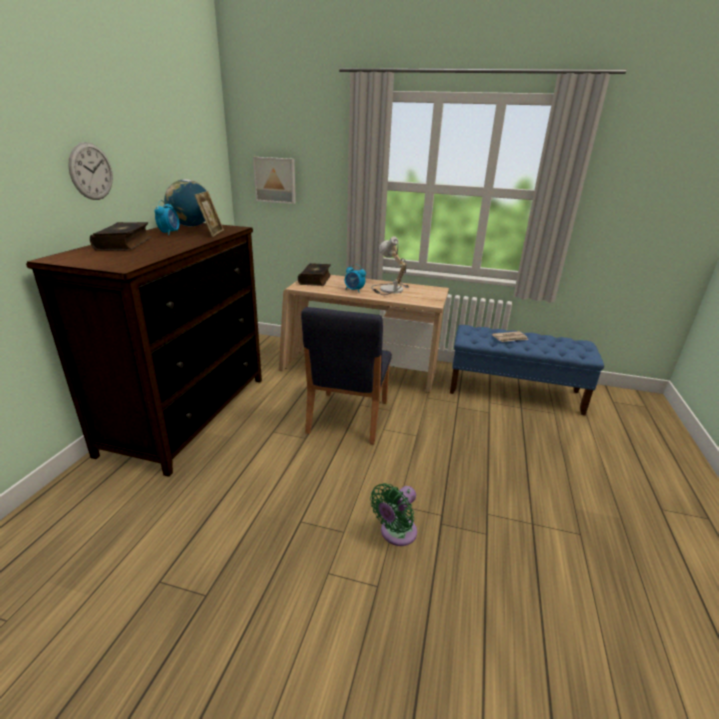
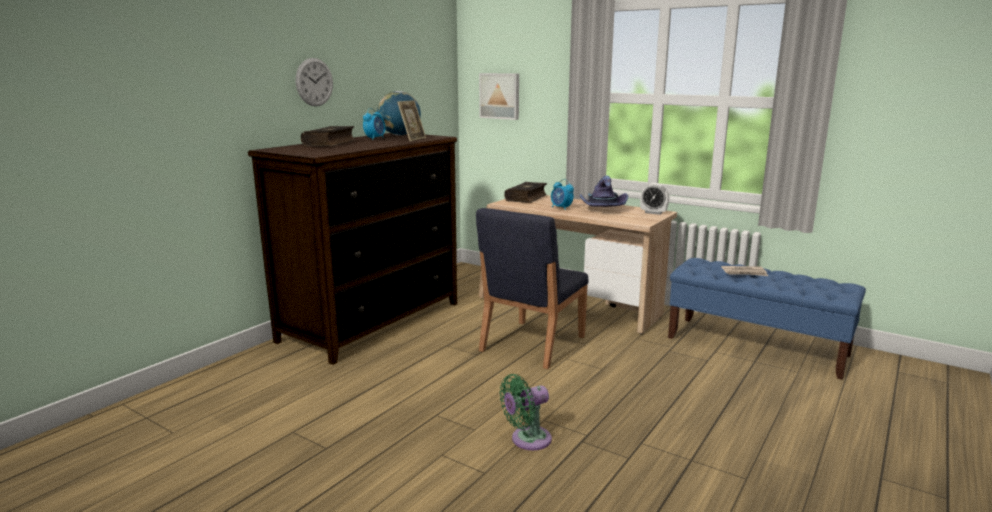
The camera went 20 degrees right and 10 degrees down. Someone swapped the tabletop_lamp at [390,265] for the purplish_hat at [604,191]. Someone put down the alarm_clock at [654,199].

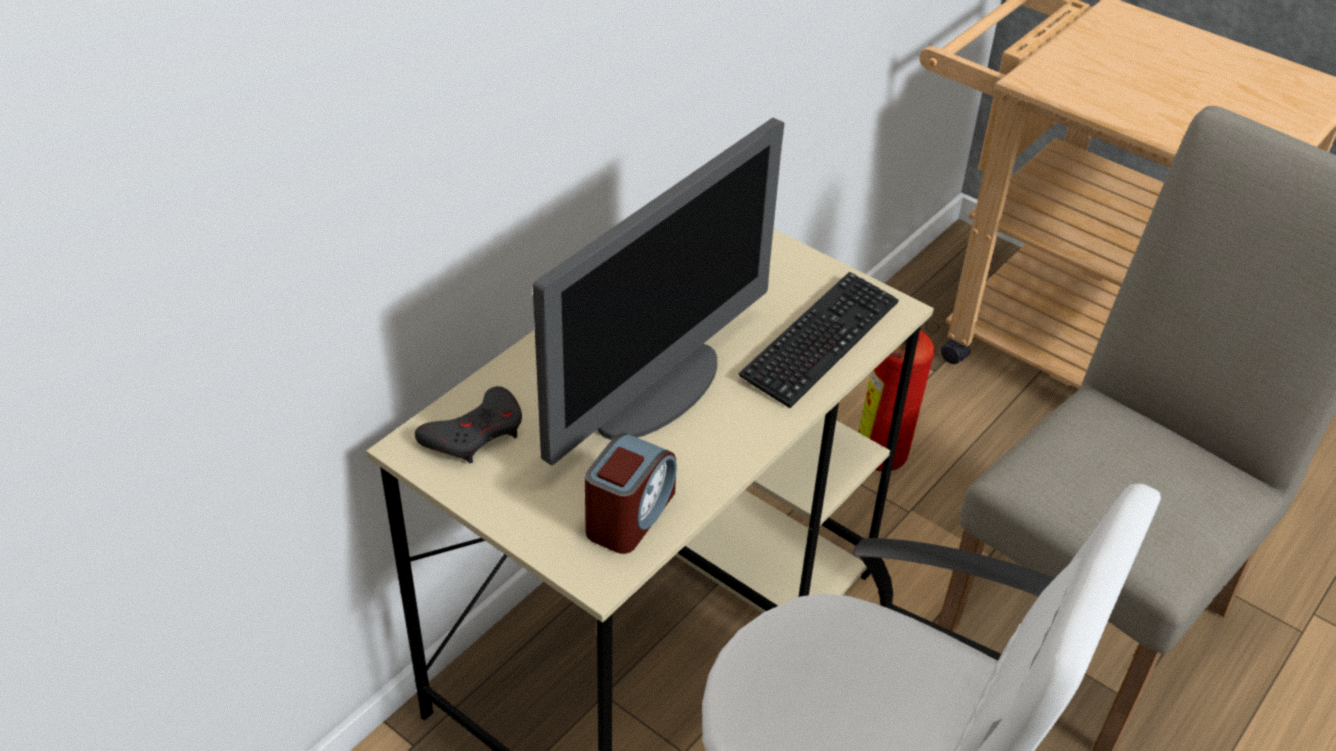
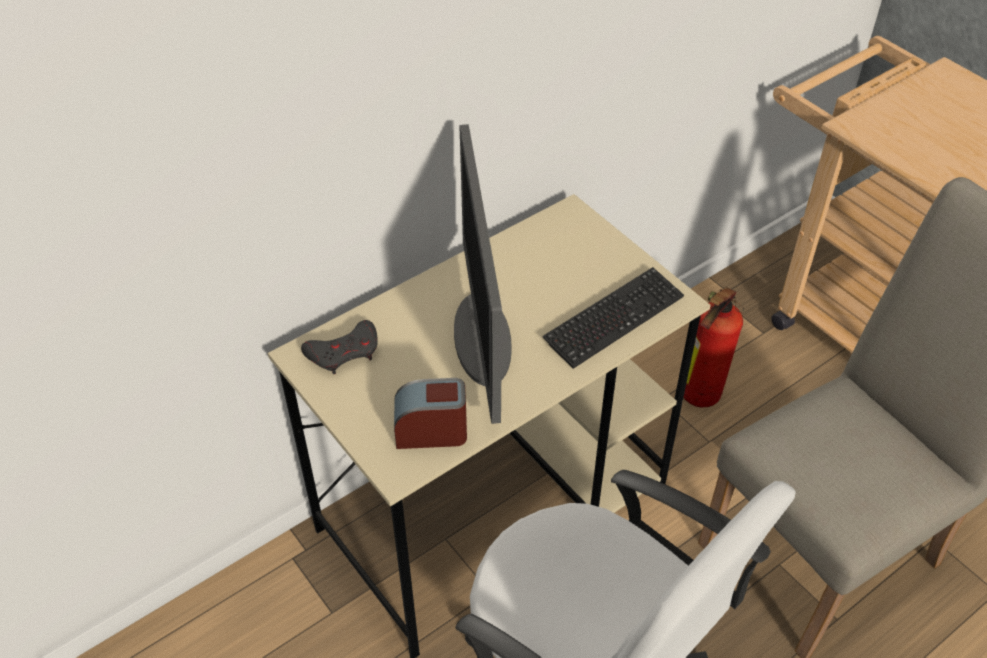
The camera went 15 degrees right and 5 degrees up. Someone rotated the alarm_clock at [631,493] by 135 degrees counterclockwise. Someone rotated the monitor at [658,291] by 120 degrees clockwise.

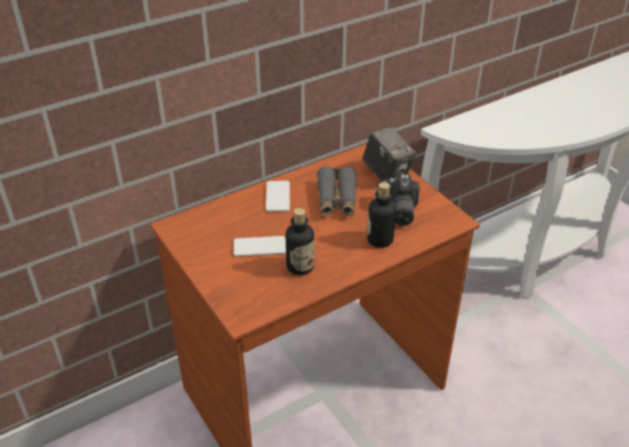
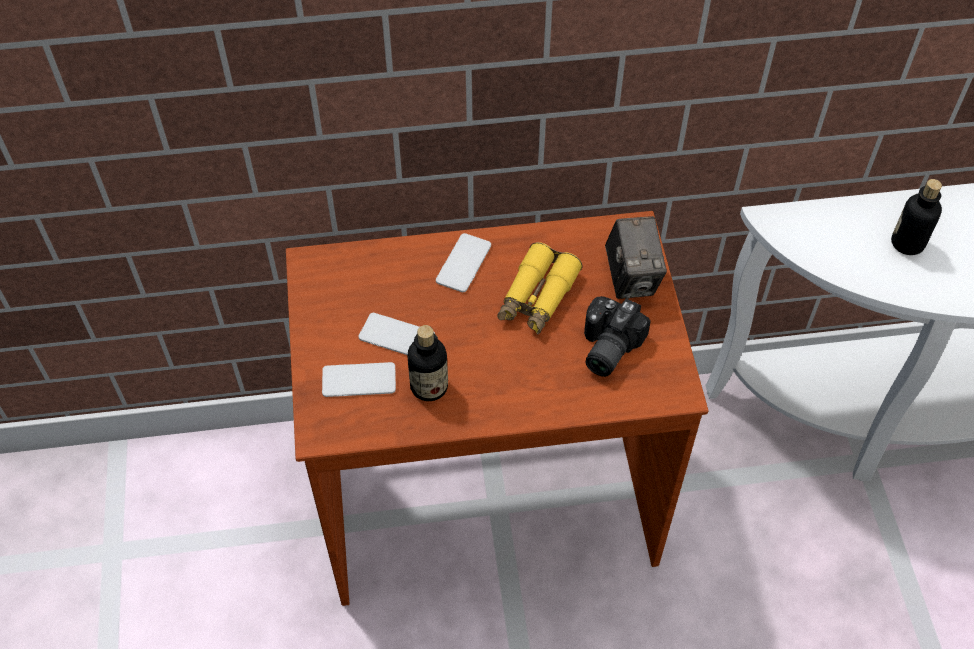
The camera went 25 degrees right and 15 degrees up. Someone put down the telephone at [359,379]. Someone repainted the grey_pair_of_binoculars at [337,191], which became the yellowish_pair_of_binoculars at [540,288]. Someone carried the drink_bottle from [381,215] to [916,217].

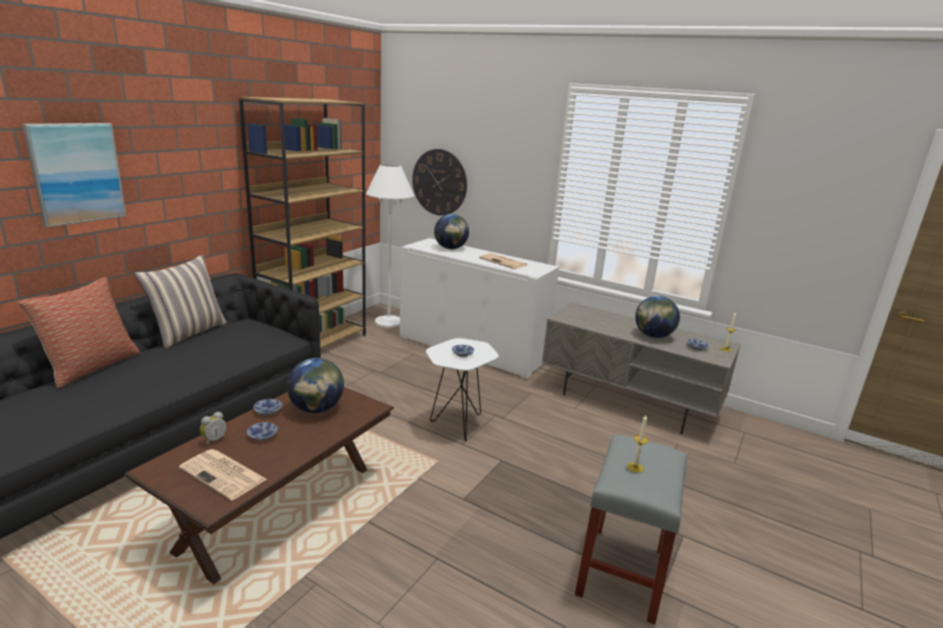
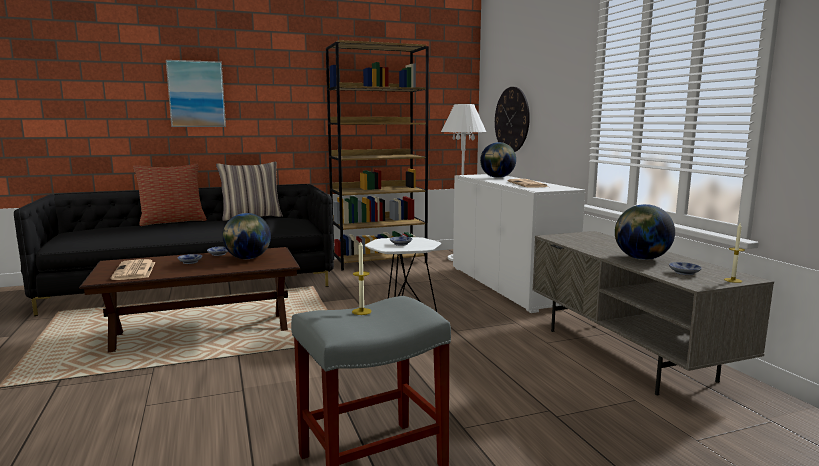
The camera went 40 degrees right and 10 degrees down. Someone took away the alarm_clock at [213,429].

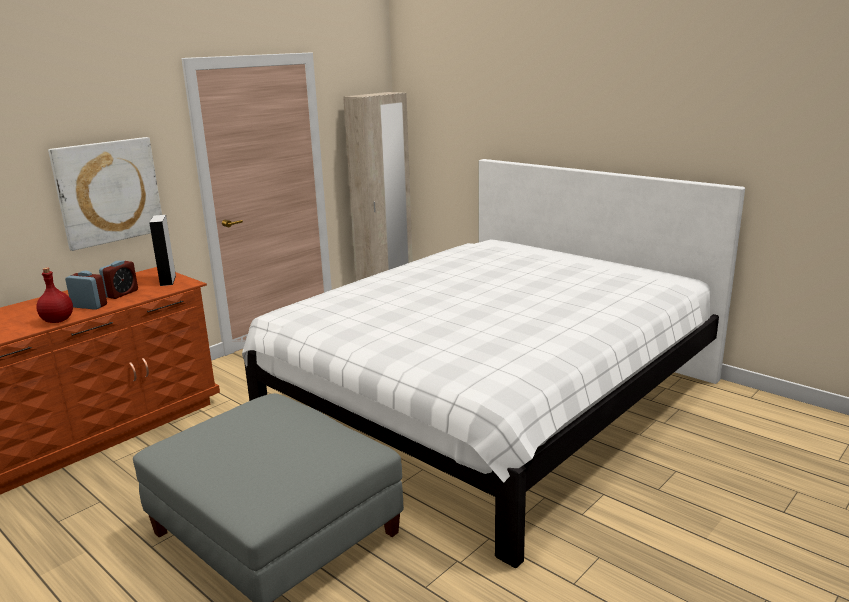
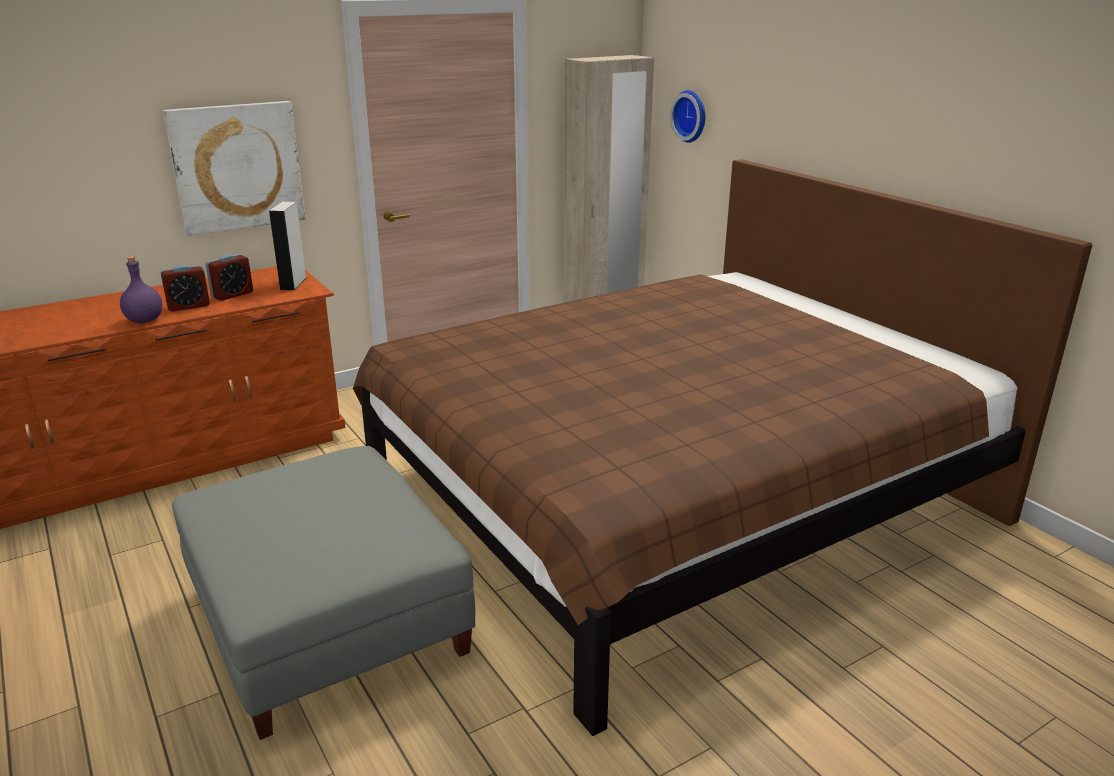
The camera went 15 degrees right and 5 degrees up. Someone repainted the red-coloured_drink_bottle at [54,295], which became the purplish_drink_bottle at [141,289]. Someone rotated the alarm_clock at [86,290] by 120 degrees clockwise. Someone repainted the white-coloured_bedroom_bed at [493,363], which became the brownish_bedroom_bed at [722,447]. Someone put up the clock_on_the_wall at [687,116].

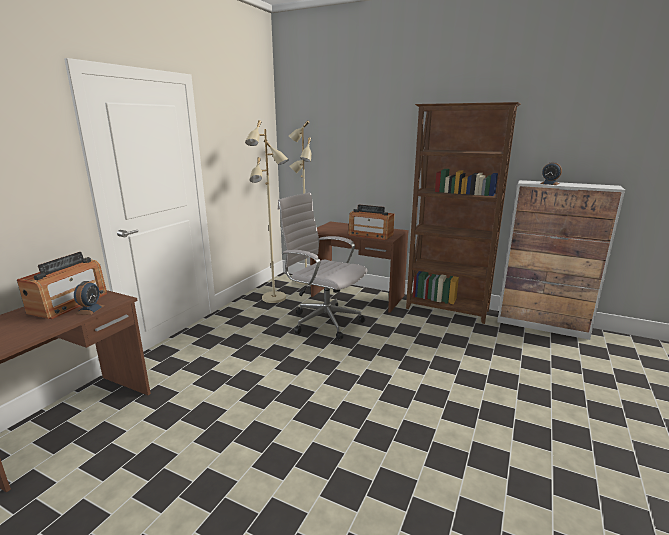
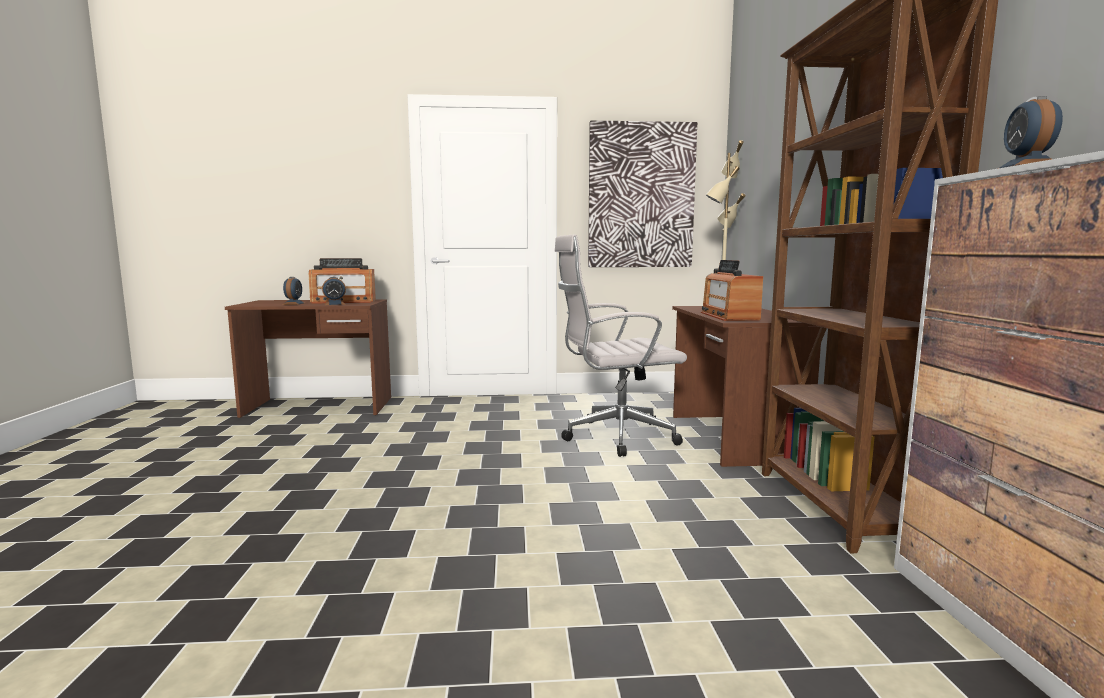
The camera went 60 degrees right and 10 degrees down. Someone put down the alarm_clock at [293,291]. Someone rotated the white-coloured_computer_chair at [323,266] by 105 degrees counterclockwise. Someone put up the wall_picture at [642,193]. Someone took away the beige_floor_lamp at [267,211].

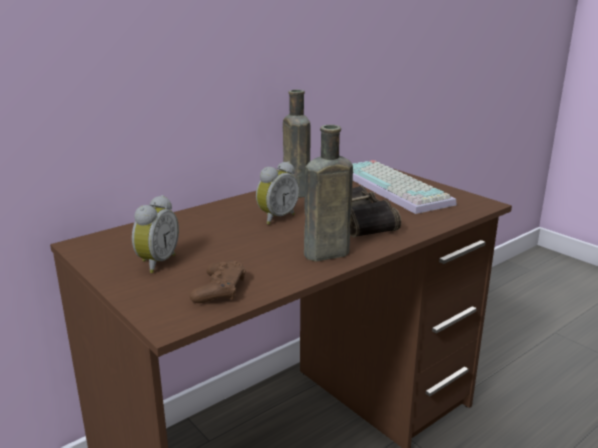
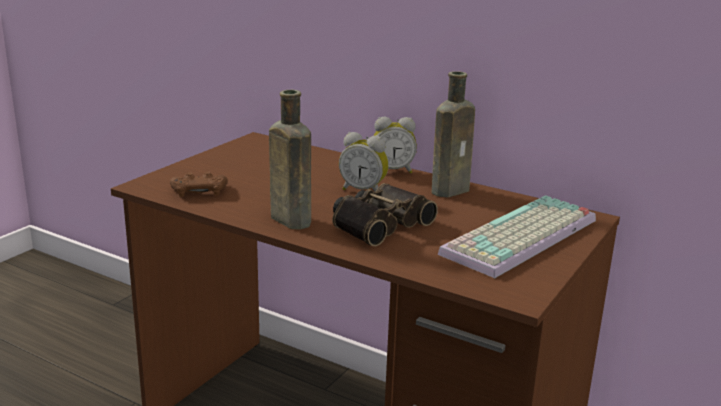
The camera went 70 degrees right and 0 degrees up. Someone carried the alarm_clock from [155,234] to [395,145].

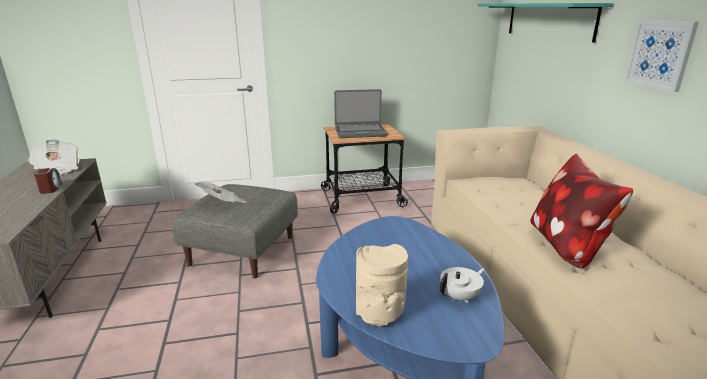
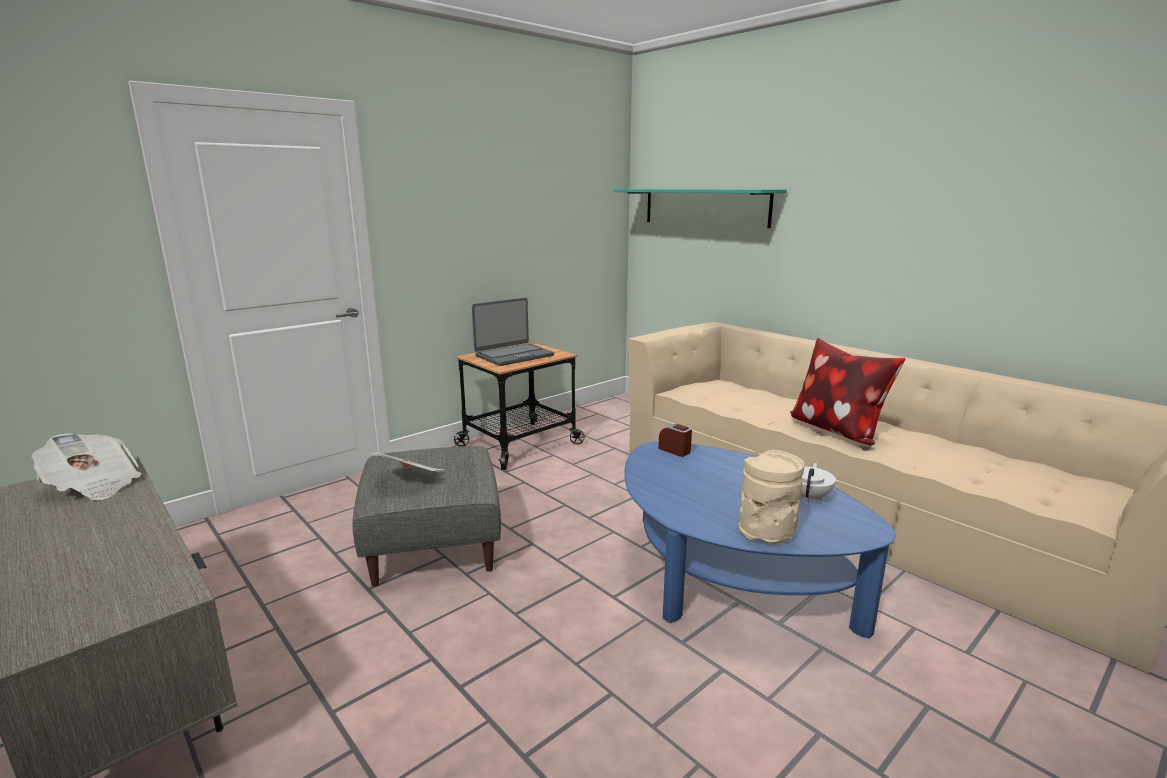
The camera went 30 degrees left and 5 degrees down. Someone carried the alarm_clock from [48,181] to [675,440]. Someone took away the wall_picture at [661,56].

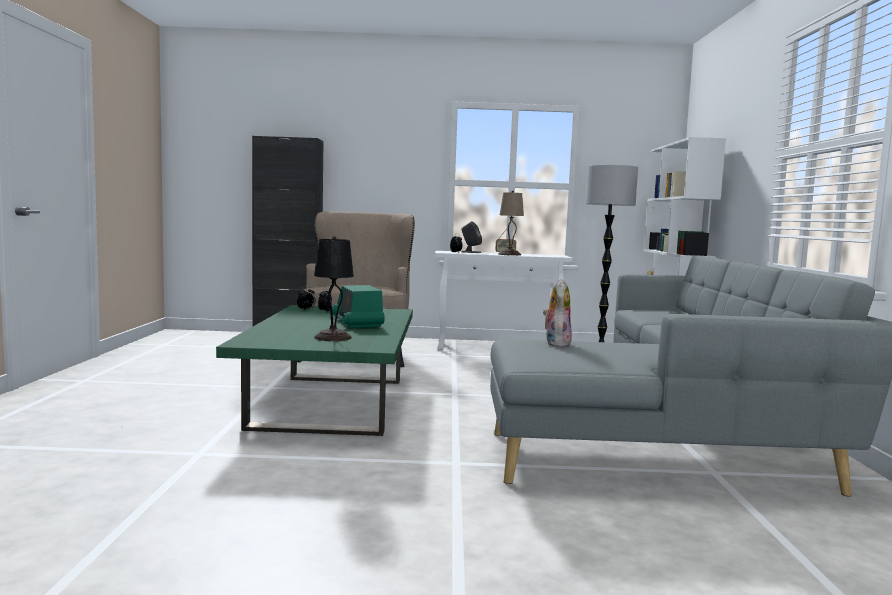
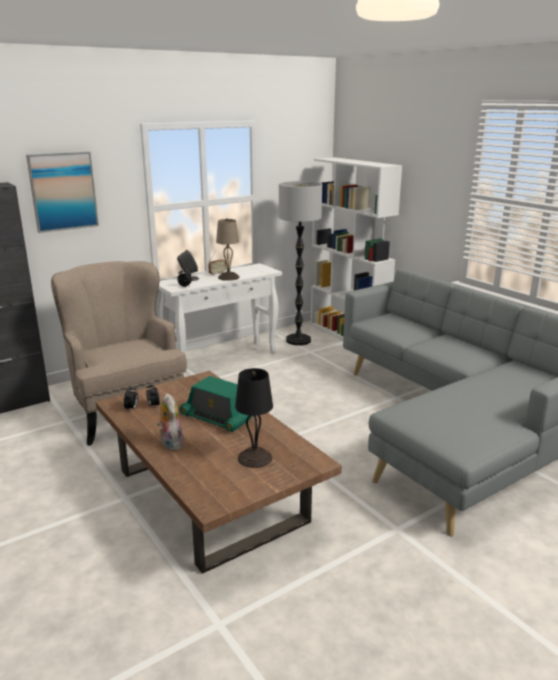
The camera went 35 degrees left and 15 degrees up. Someone put up the wall_picture at [62,192]. Someone repainted the green-coloured_low_table at [314,370], which became the brownish_low_table at [219,472]. Someone carried the cuddly_toy from [557,312] to [170,422].

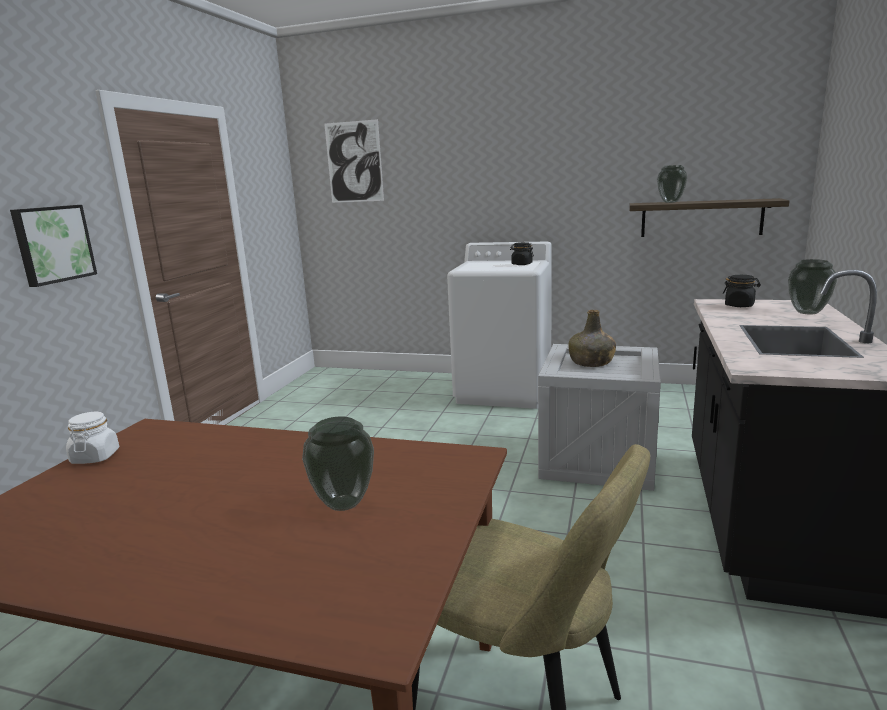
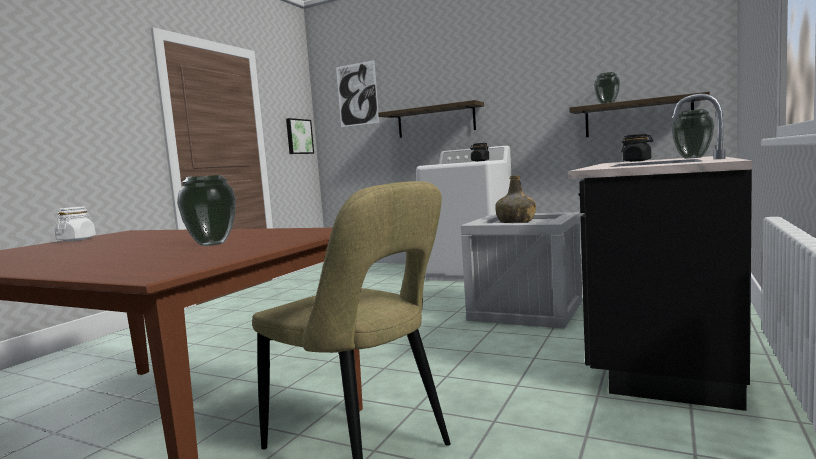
The camera went 10 degrees right and 10 degrees down. Someone carried the wall_picture from [53,246] to [300,136]. Someone put up the shelf at [431,119].

